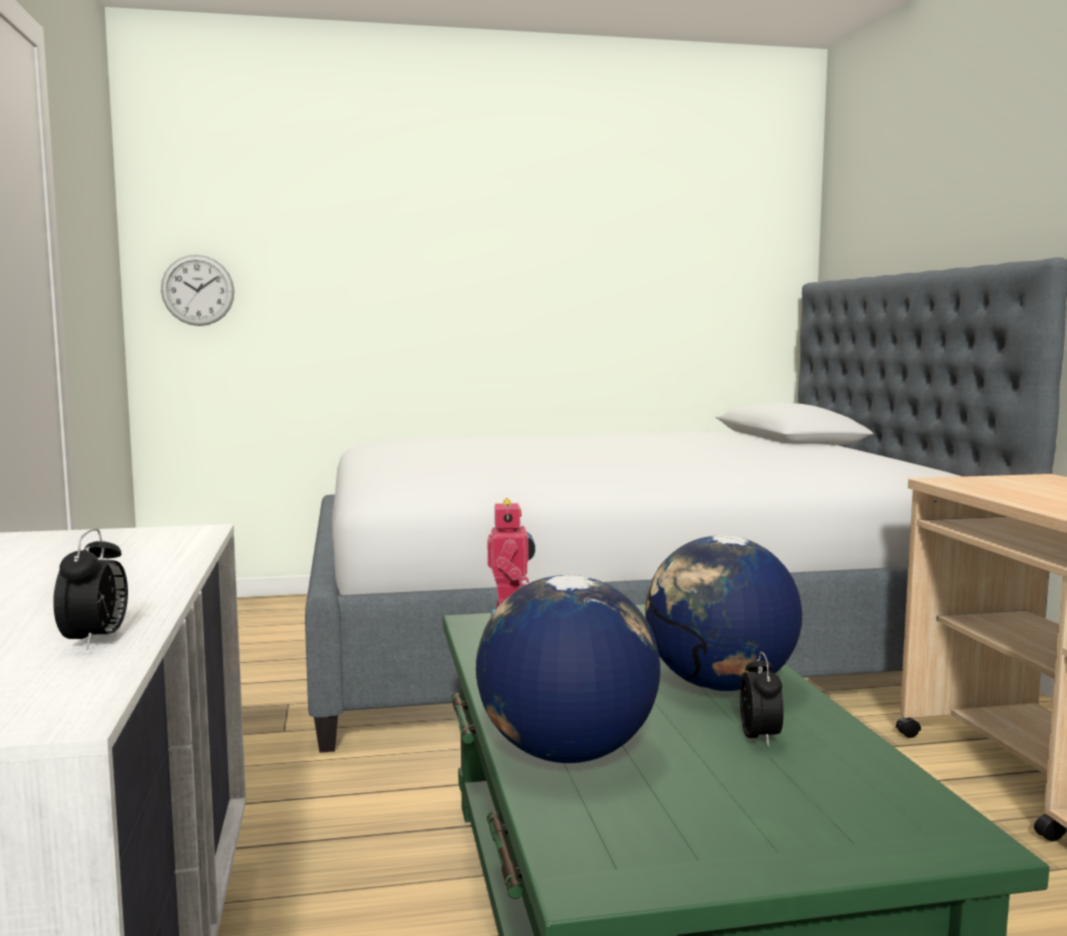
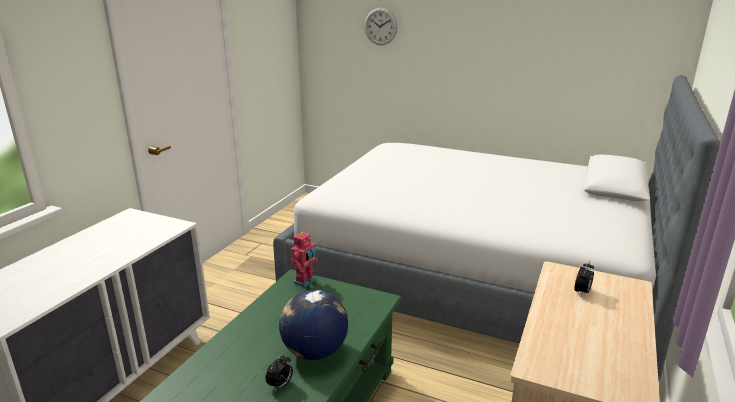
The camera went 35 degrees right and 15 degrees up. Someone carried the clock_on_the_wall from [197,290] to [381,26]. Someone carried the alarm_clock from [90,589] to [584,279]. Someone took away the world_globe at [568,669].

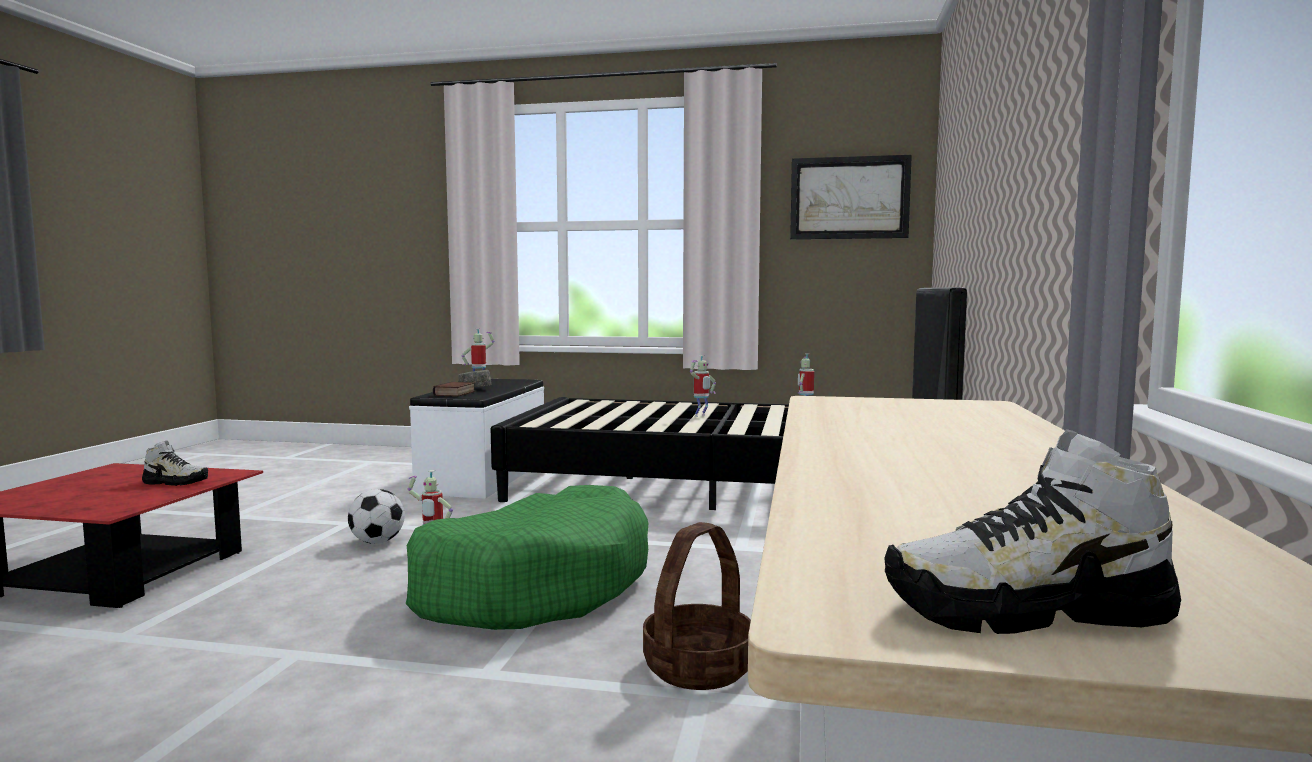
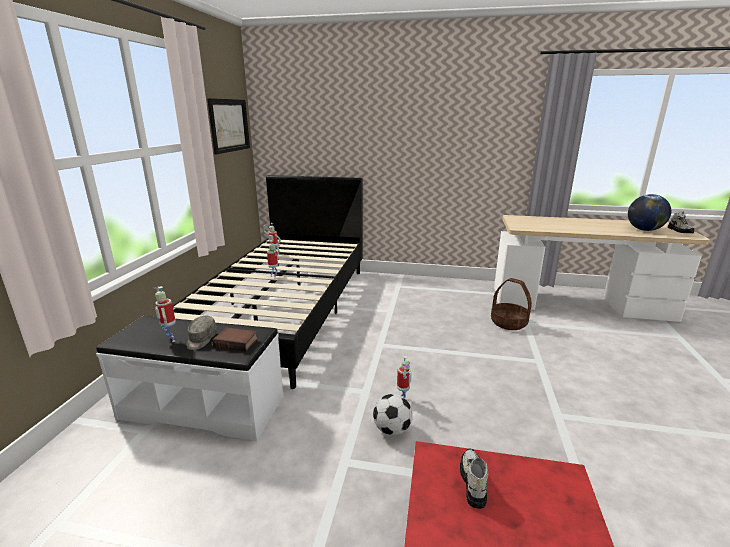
The camera went 90 degrees left and 15 degrees up. Someone put down the world_globe at [649,212]. Someone took away the green-coloured_dog_bed at [527,557].

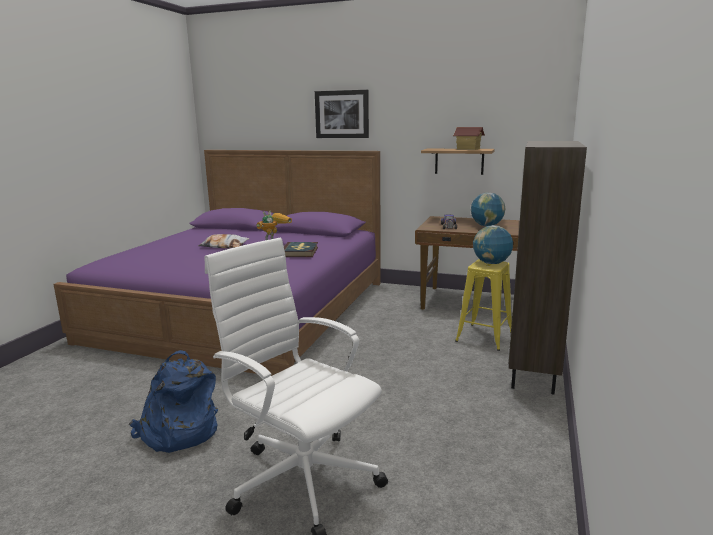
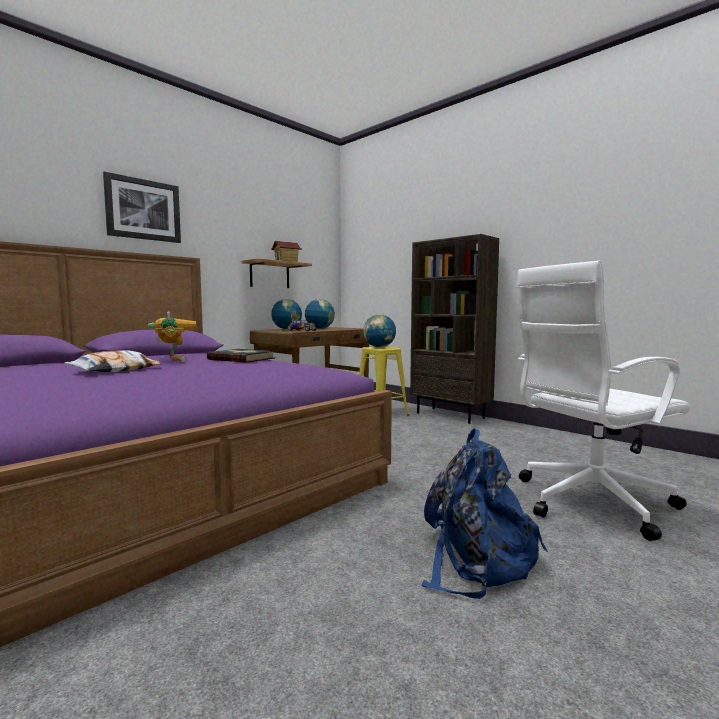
The camera went 65 degrees left and 10 degrees down. Someone put down the world_globe at [286,314].

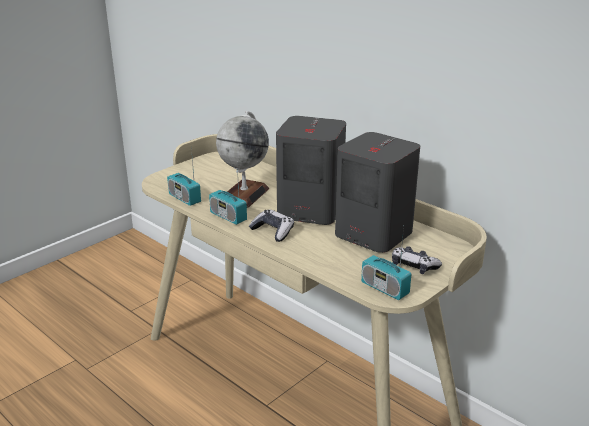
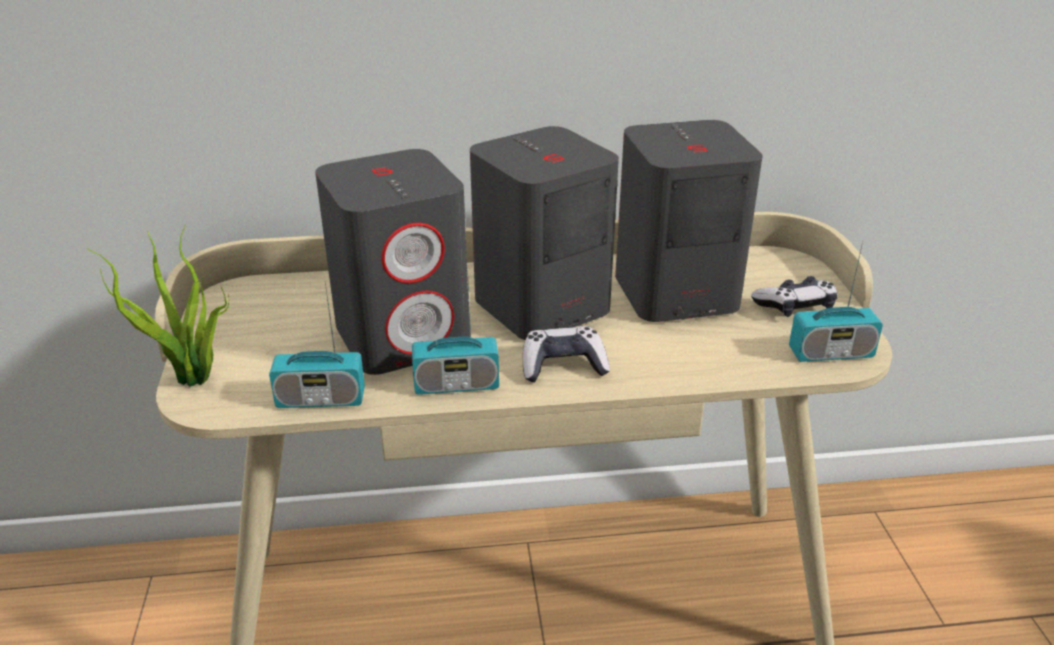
The camera went 50 degrees left and 5 degrees up. Someone put down the plant_in_a_pot at [158,305]. Someone swapped the world_globe at [242,159] for the grey_speaker at [392,262].

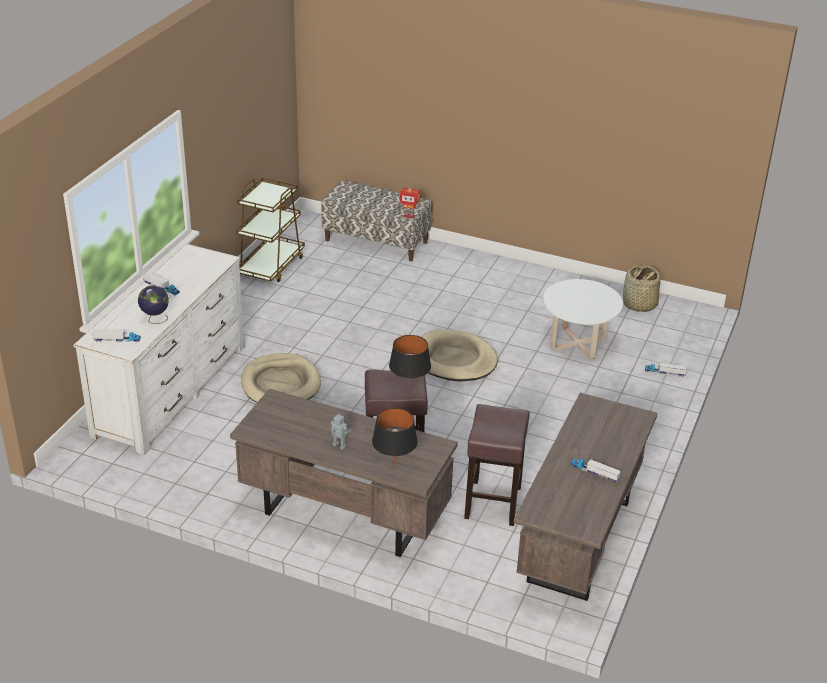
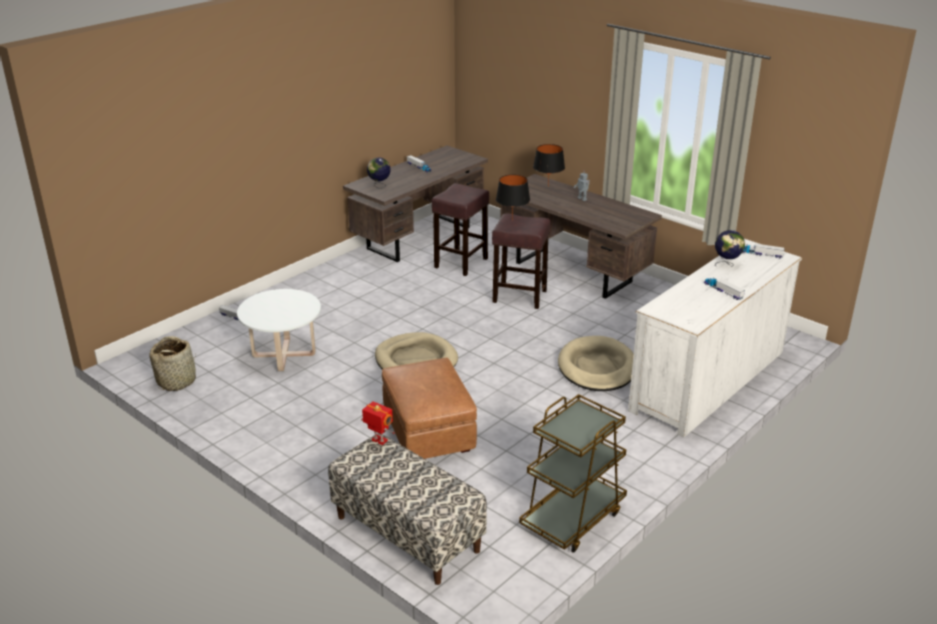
The camera went 160 degrees left and 5 degrees down. Someone put down the world_globe at [379,173]. Someone put down the brownish_pouffe at [429,408].

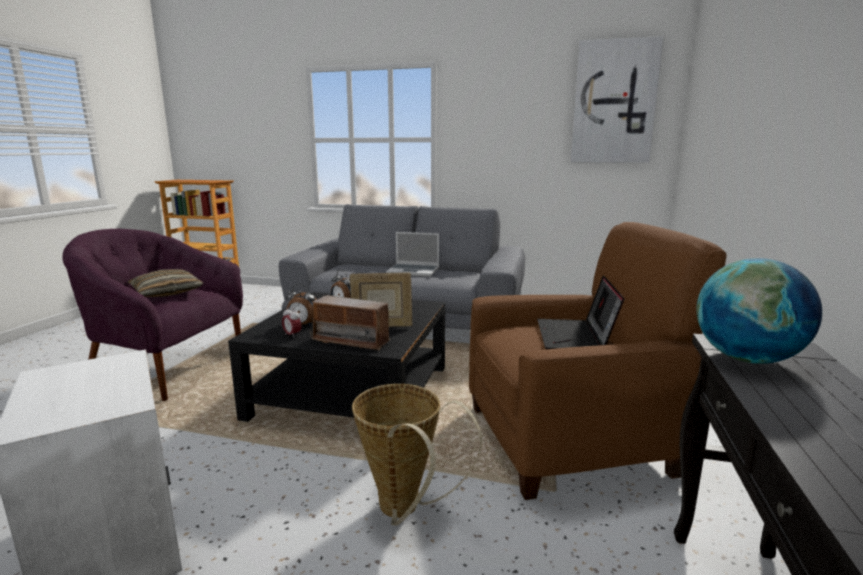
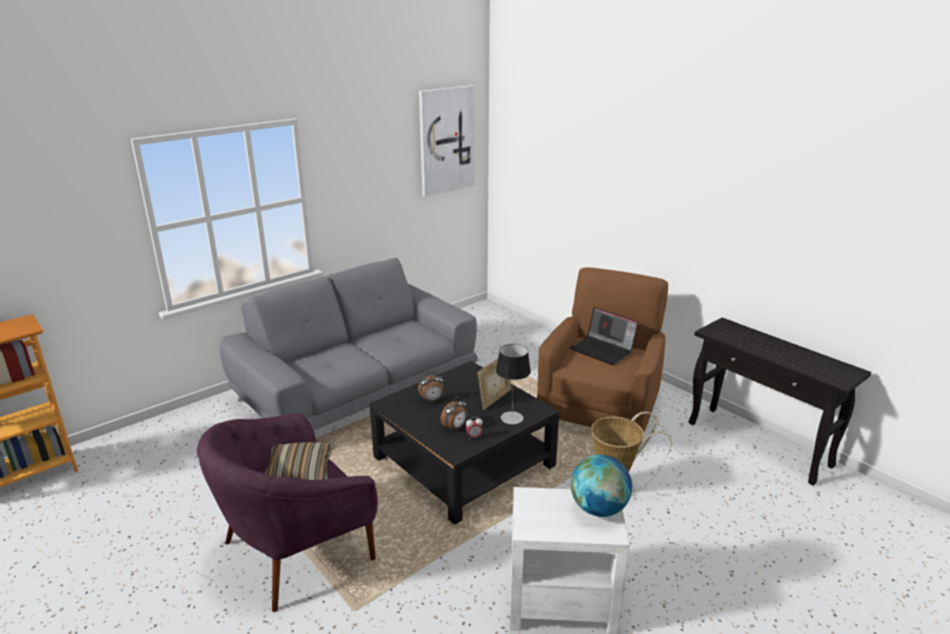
The camera went 55 degrees left and 10 degrees up. Someone swapped the radio at [351,322] for the tabletop_lamp at [513,384]. Someone carried the world_globe from [759,311] to [601,486]. Someone took away the laptop at [412,254].

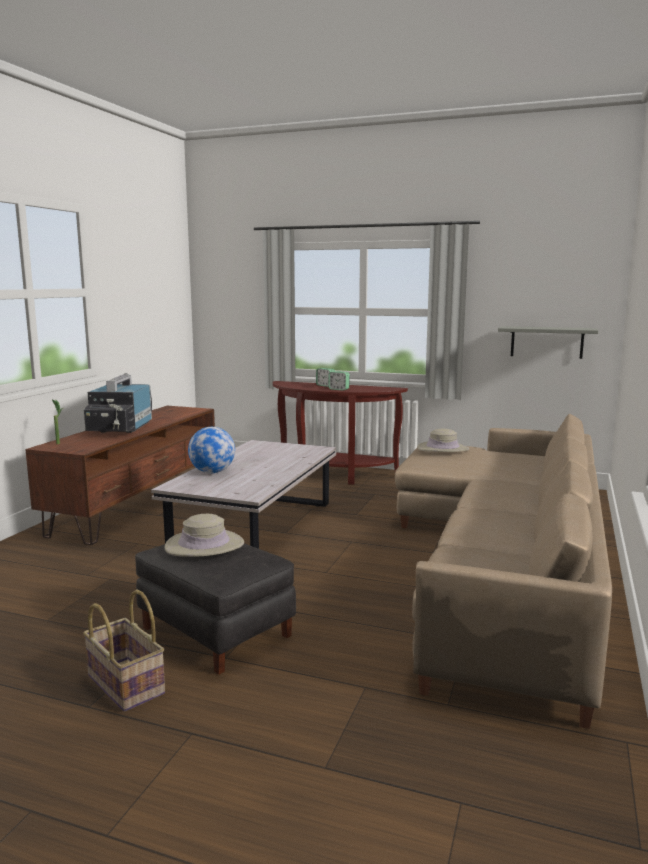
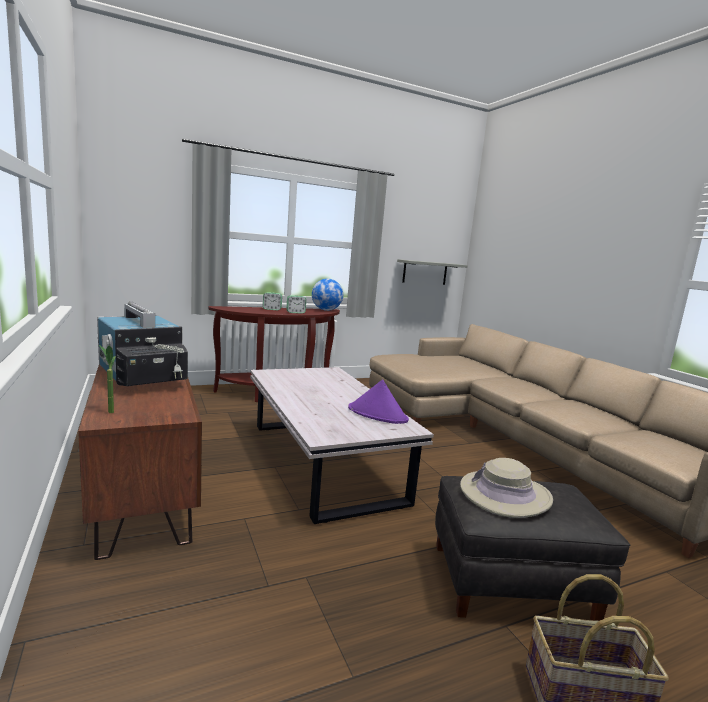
The camera went 45 degrees left and 0 degrees up. Someone carried the world_globe from [211,450] to [327,294]. Someone put down the purplish_hat at [378,402]. Someone took away the beige_hat at [443,440].

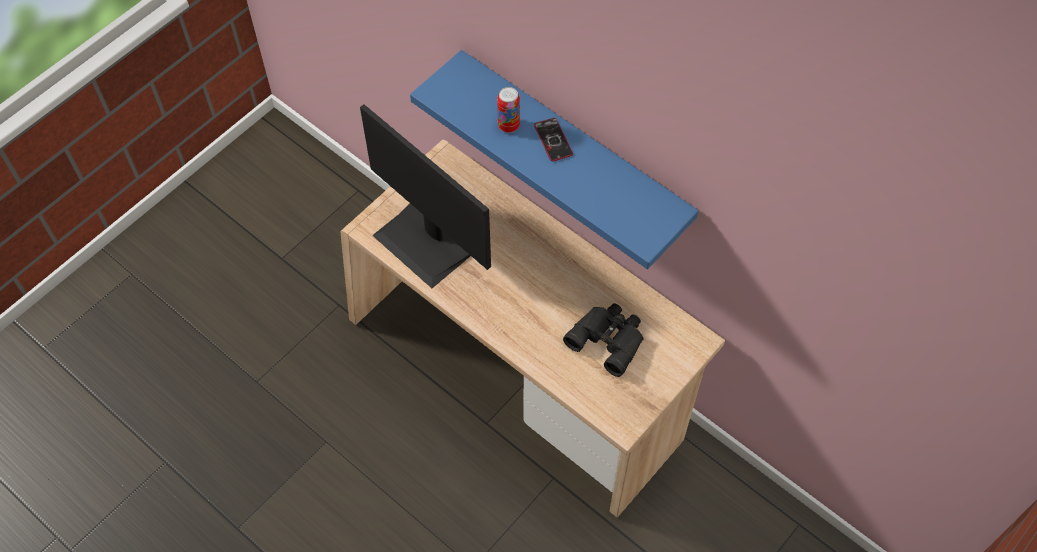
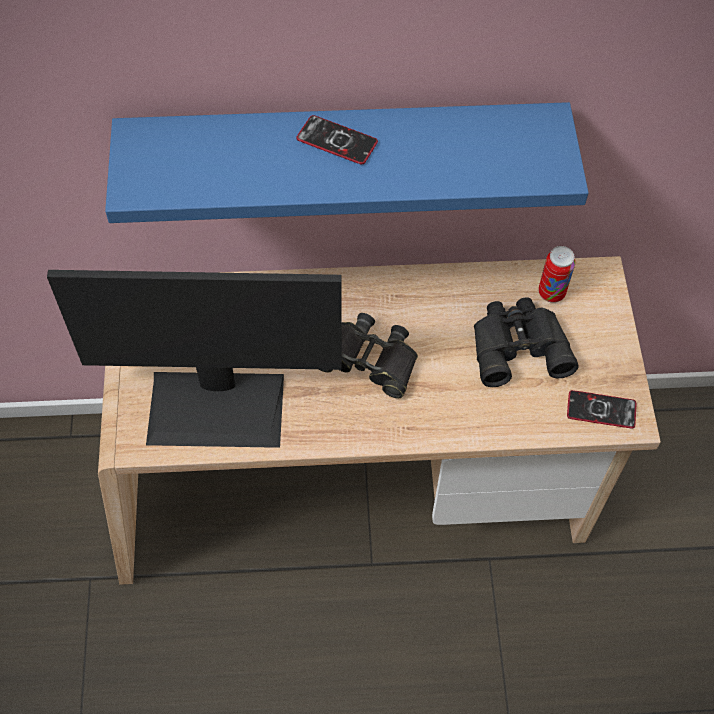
The camera went 45 degrees left and 0 degrees up. Someone put down the black_pair_of_binoculars at [368,356]. Someone carried the can from [508,110] to [556,274]. Someone put down the telephone at [601,409].

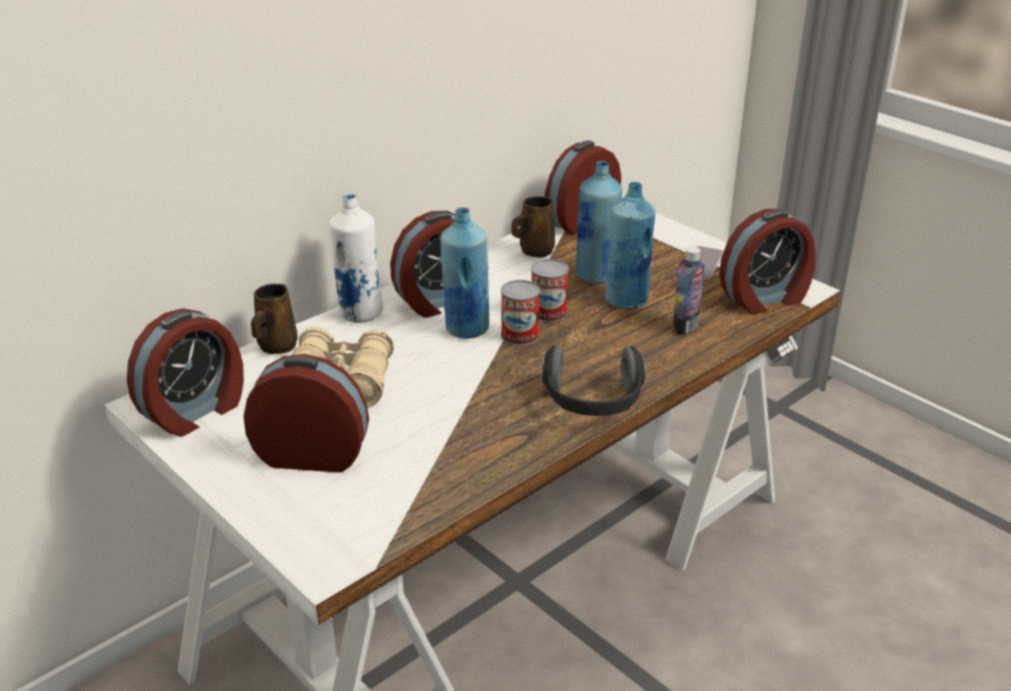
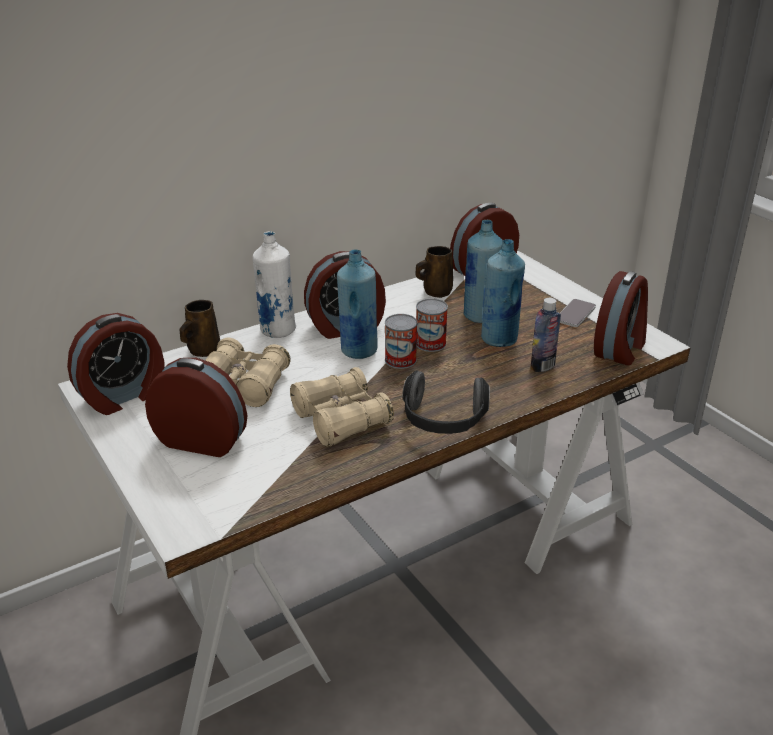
The camera went 10 degrees right and 0 degrees up. Someone put down the beige_pair_of_binoculars at [342,407]. Someone rotated the alarm_clock at [767,262] by 45 degrees counterclockwise.

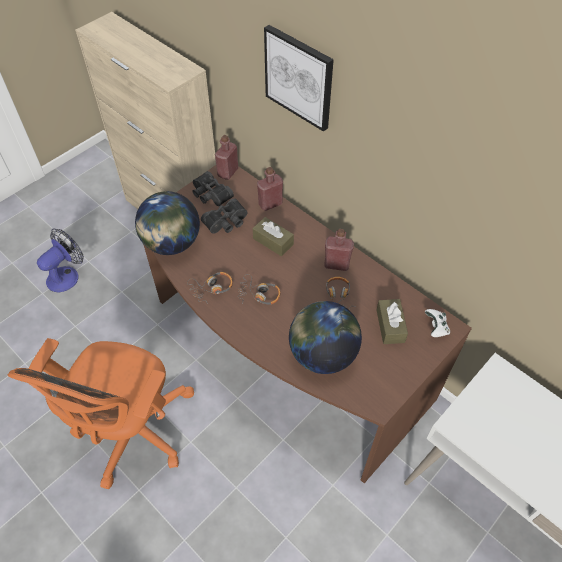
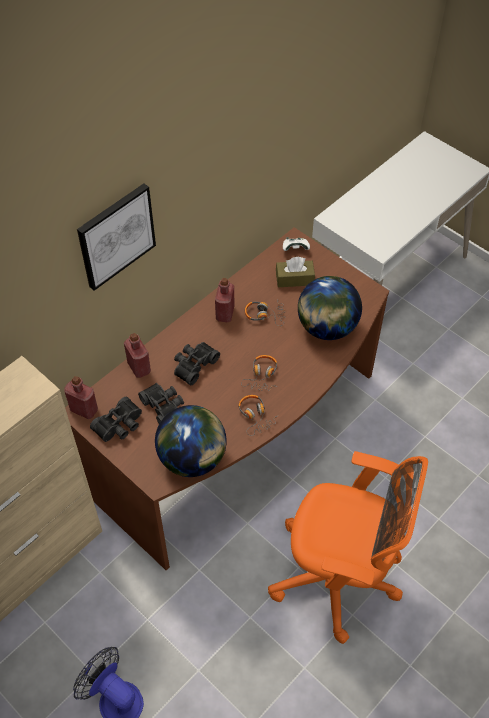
The camera went 90 degrees left and 0 degrees up. Someone swapped the brownish_box_of_tissues at [273,236] for the black_pair_of_binoculars at [197,363].

